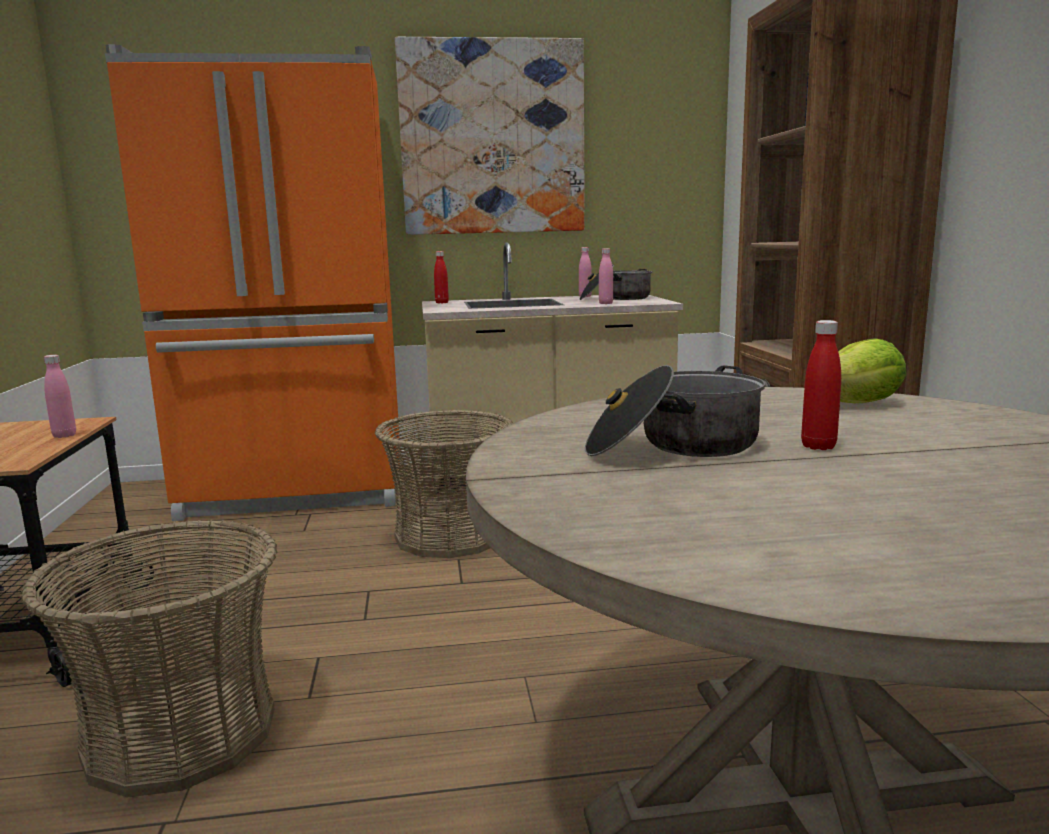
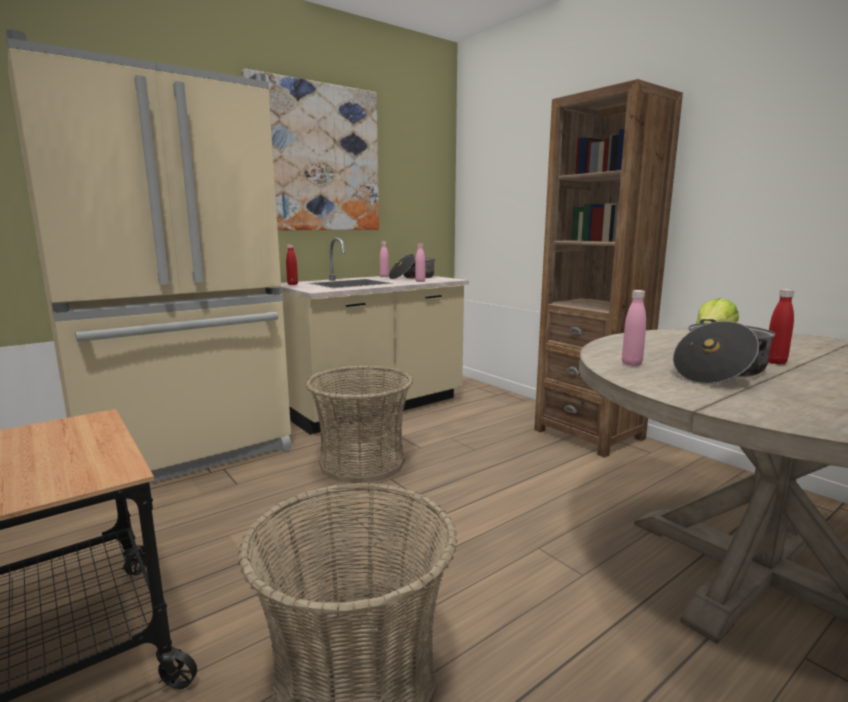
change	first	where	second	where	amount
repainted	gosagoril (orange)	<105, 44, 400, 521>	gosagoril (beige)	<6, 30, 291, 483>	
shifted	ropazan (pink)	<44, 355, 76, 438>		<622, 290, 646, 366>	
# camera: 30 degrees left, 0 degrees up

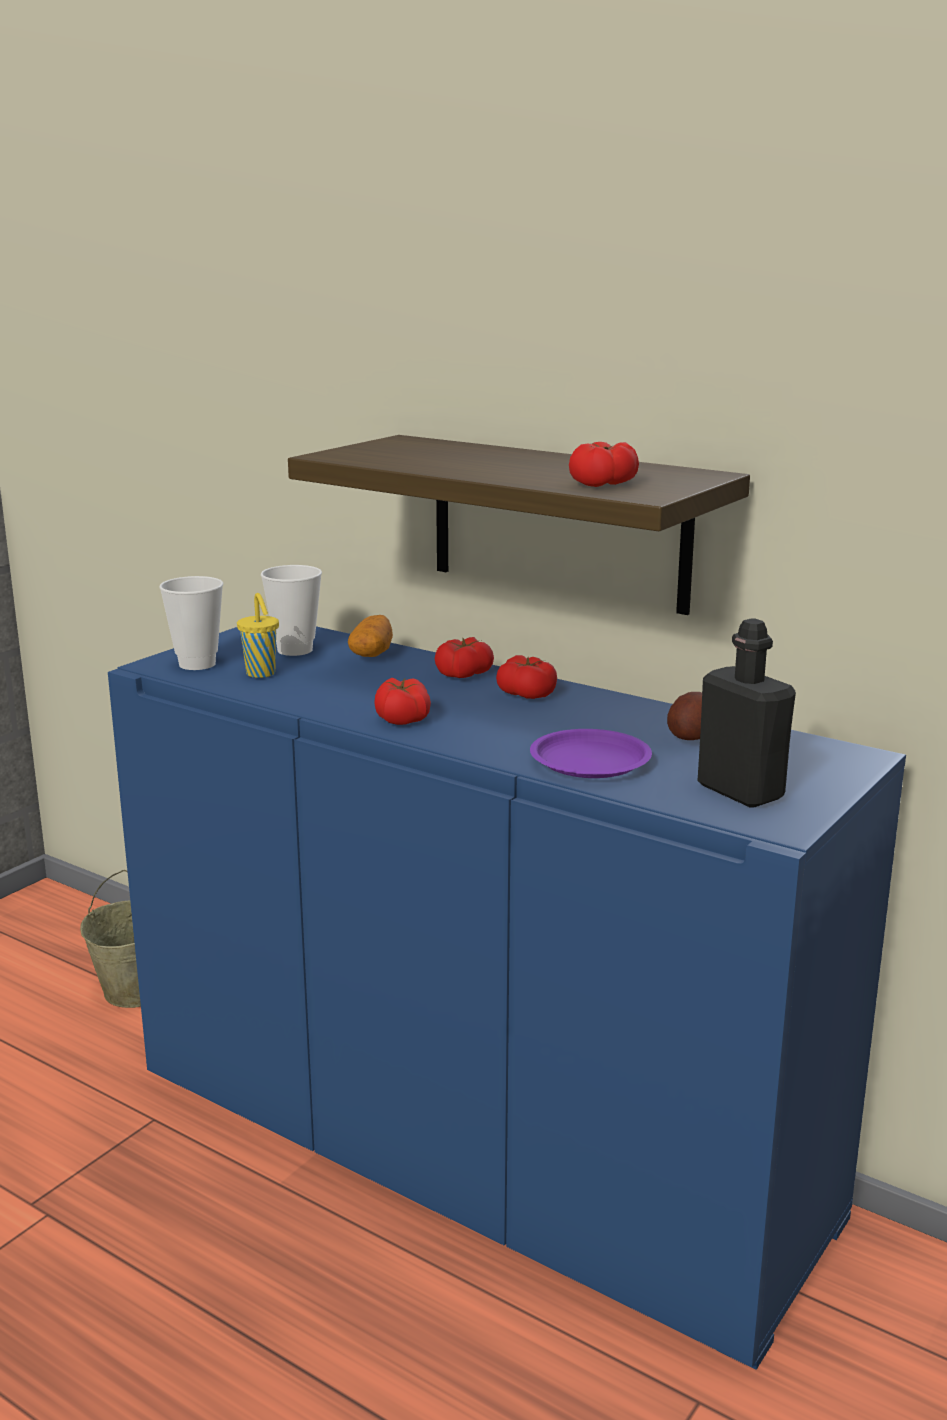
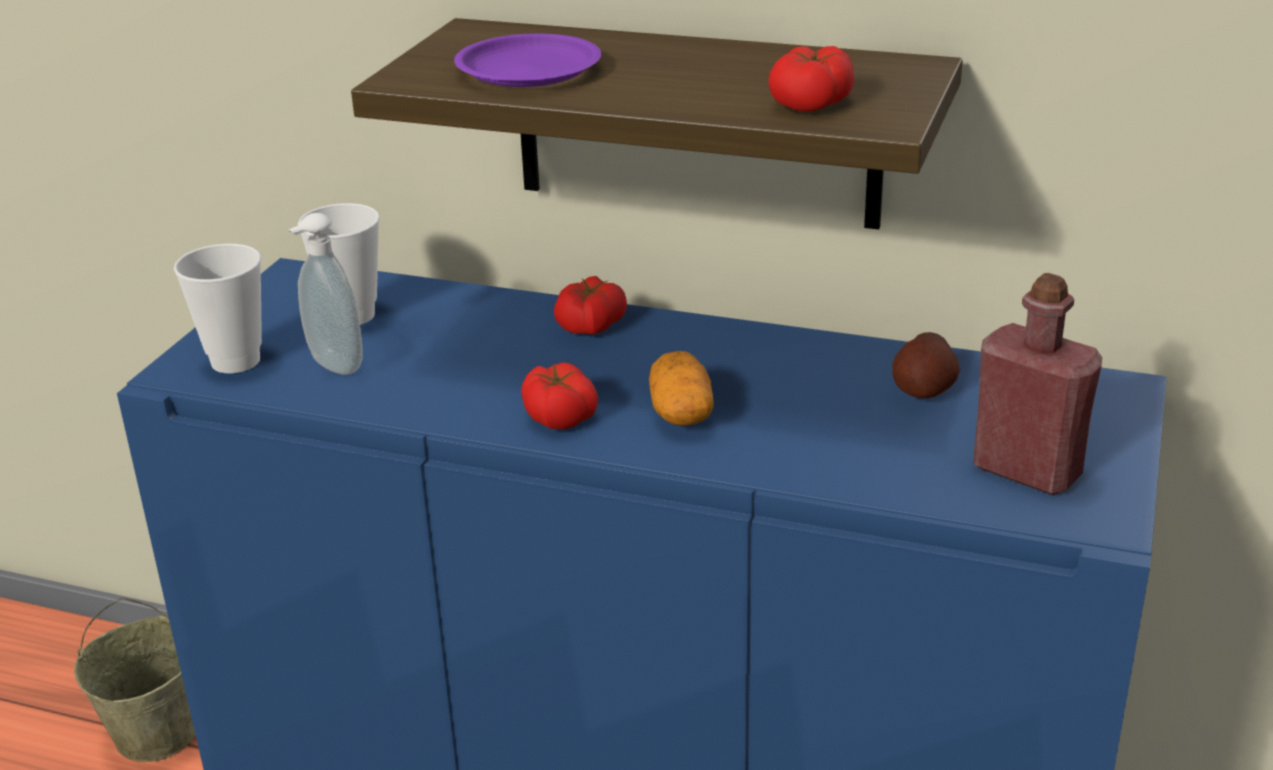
change	first	where	second	where	amount
swapped	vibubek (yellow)	<237, 593, 279, 678>	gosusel	<288, 213, 362, 375>	
shifted	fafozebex	<348, 615, 393, 657>		<649, 351, 714, 426>	
repainted	ropazan (black)	<698, 618, 796, 808>	ropazan (red)	<973, 273, 1102, 495>	
gone	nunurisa	<496, 655, 557, 699>			
shifted	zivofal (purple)	<530, 729, 652, 778>		<454, 33, 601, 87>	
# camera: 15 degrees left, 10 degrees up

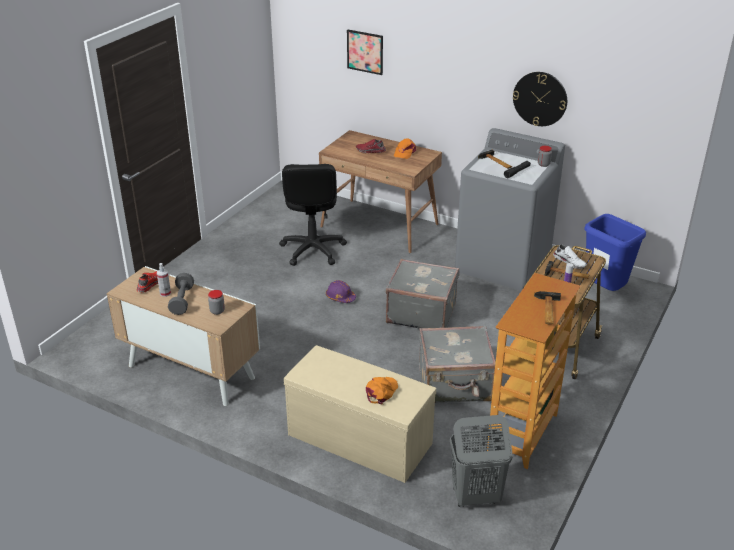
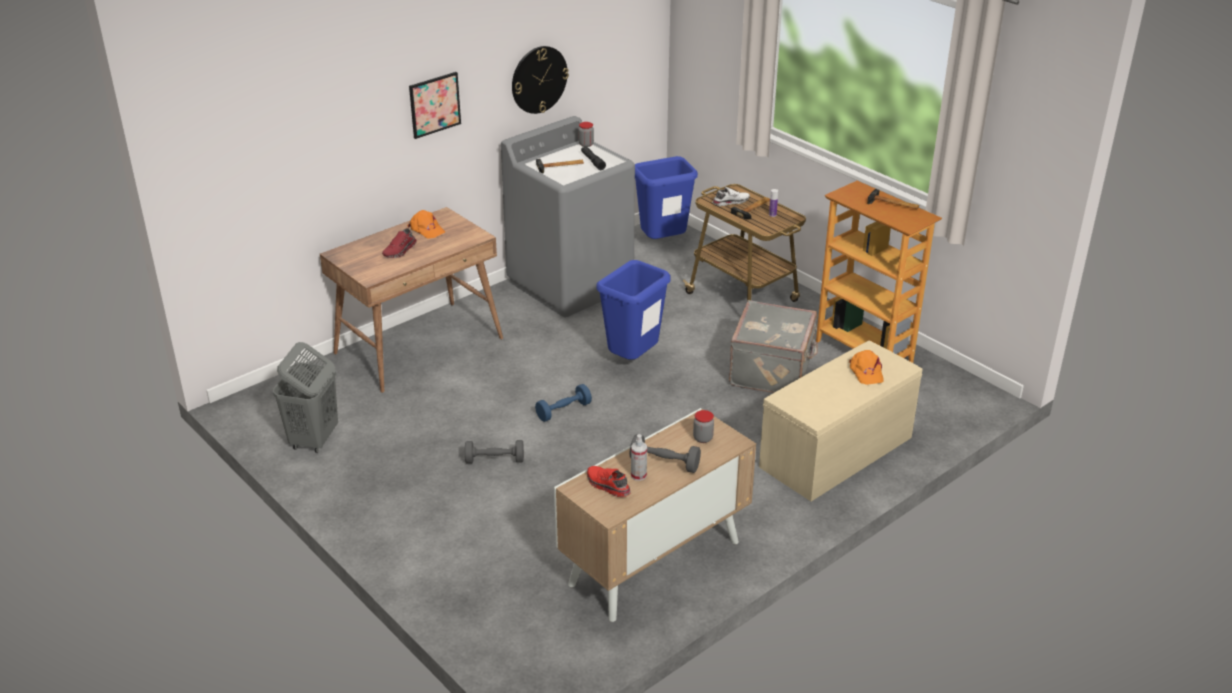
change	first	where	second	where	amount
shifted	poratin	<347, 30, 383, 75>		<409, 72, 461, 139>	
gone	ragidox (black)	<279, 164, 347, 266>			
swapped	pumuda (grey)	<386, 259, 459, 329>	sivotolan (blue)	<596, 260, 671, 360>	
swapped	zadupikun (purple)	<326, 280, 356, 303>	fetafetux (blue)	<535, 384, 592, 422>	
rotated	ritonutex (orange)	<366, 377, 398, 404>		<849, 350, 883, 385>	150 degrees counterclockwise
shifted	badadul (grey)	<450, 415, 513, 507>		<273, 342, 338, 453>	
new			fetafetux (grey)	<465, 440, 524, 464>	
# camera: 70 degrees left, 0 degrees up

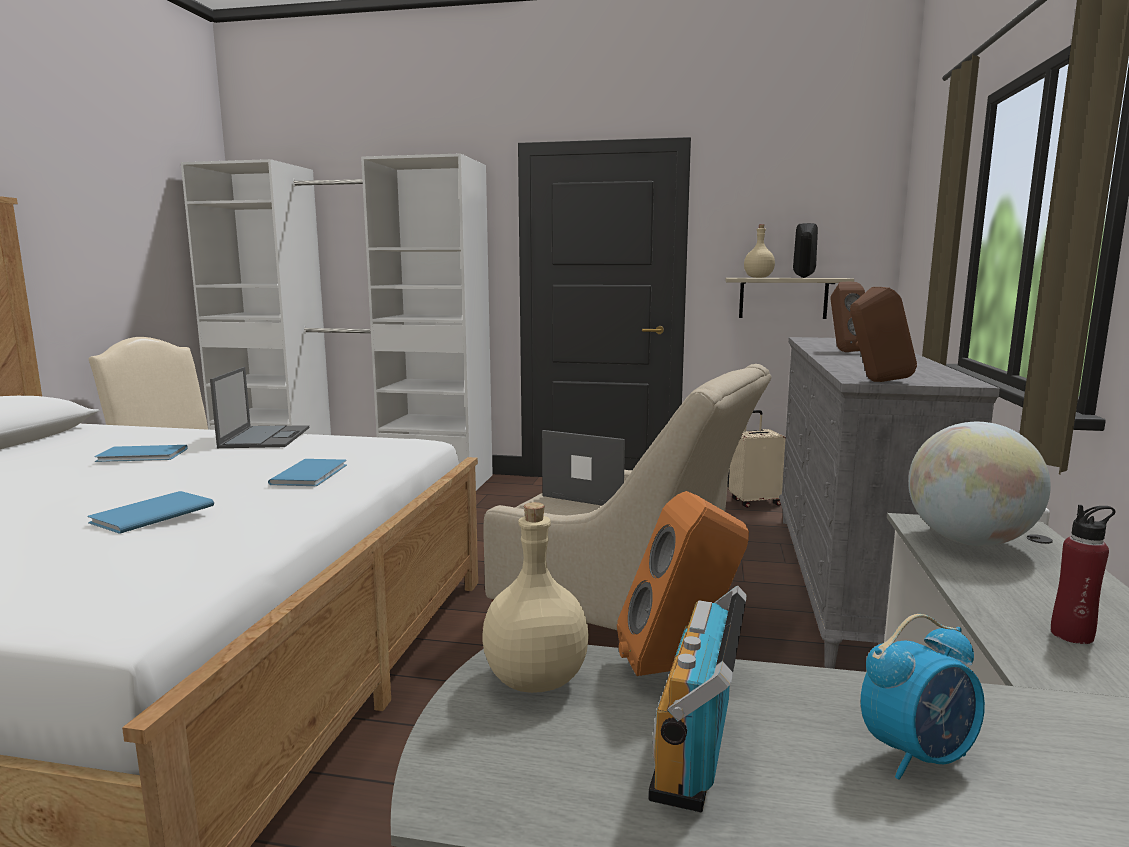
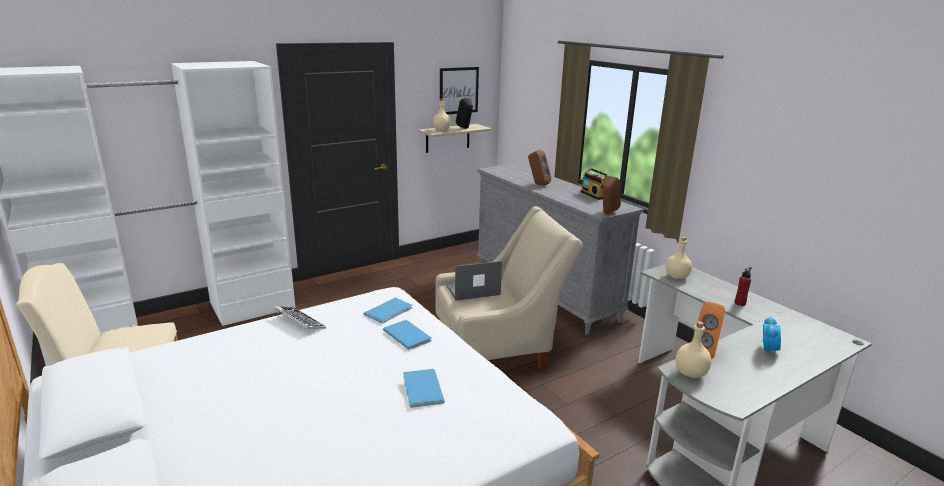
change	first	where	second	where	amount
swapped	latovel	<210, 367, 309, 448>	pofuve	<274, 306, 326, 329>	
gone	pumuda (beige)	<729, 410, 786, 508>			
swapped	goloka	<908, 422, 1051, 546>	ropazan (beige)	<666, 237, 692, 279>	
shifted	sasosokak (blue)	<94, 445, 188, 462>		<364, 298, 412, 324>	
shifted	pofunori	<648, 586, 747, 812>		<581, 168, 609, 200>	
new			poratin	<440, 67, 479, 115>	
# camera: 45 degrees left, 10 degrees up

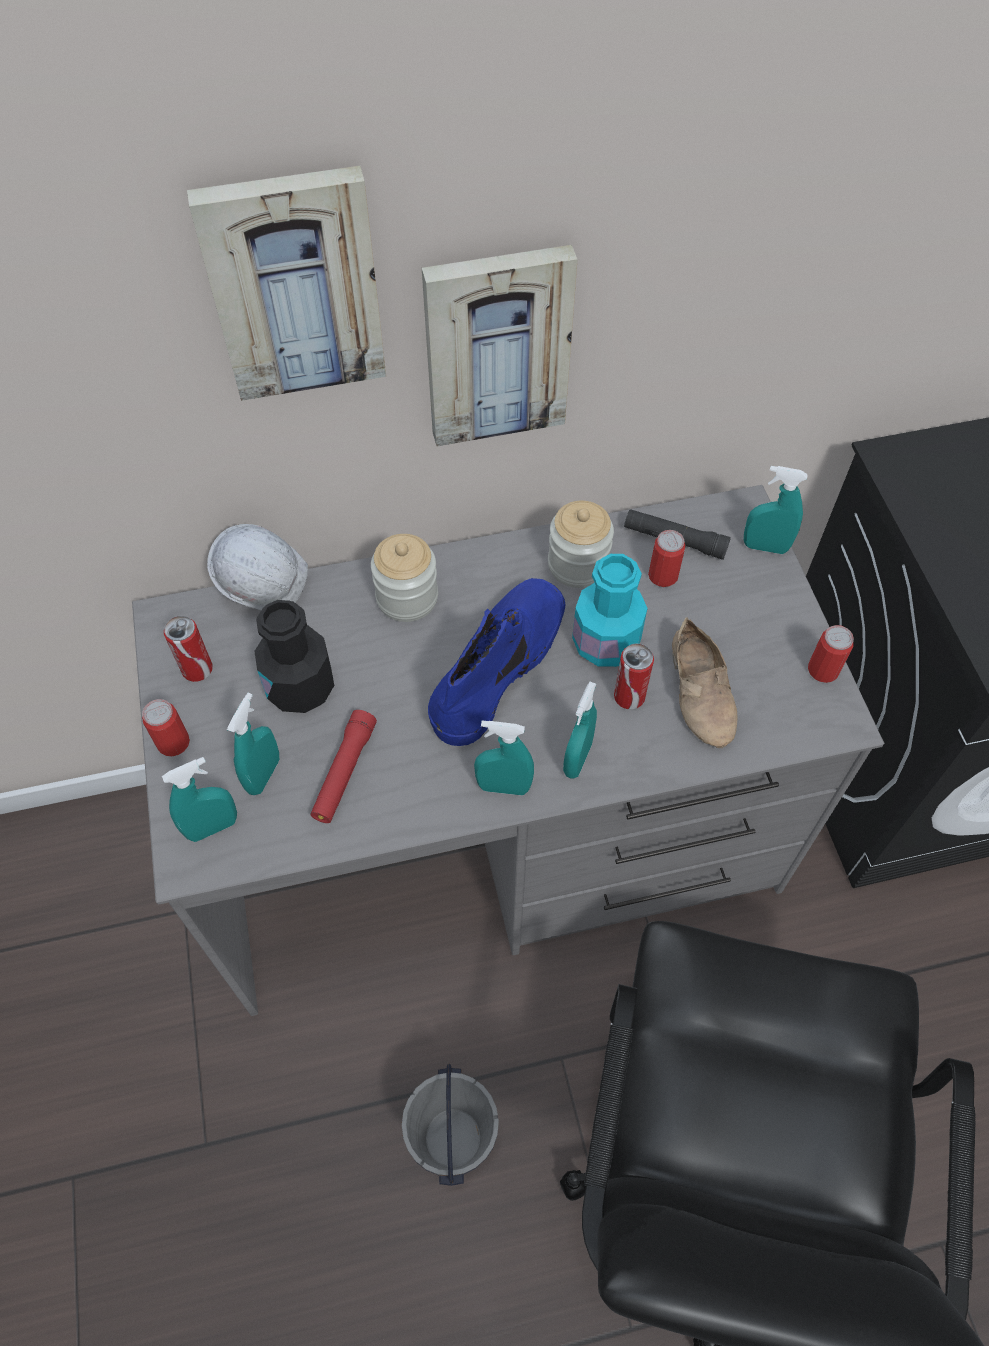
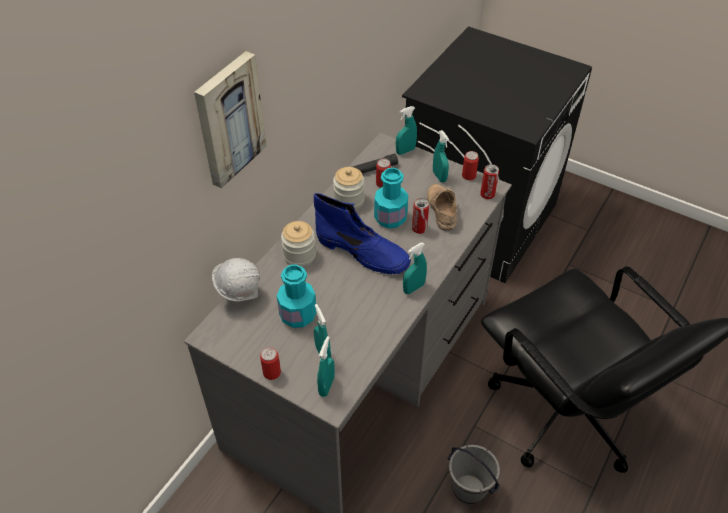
change	first	where	second	where	amount
gone	poratin	<422, 245, 578, 446>			
rotated	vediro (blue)	<428, 578, 565, 746>		<314, 193, 411, 274>	135 degrees clockwise
repainted	ropazan (black)	<254, 600, 334, 713>	ropazan (turquoise)	<277, 264, 316, 328>	
shifted	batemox	<164, 616, 213, 682>		<480, 164, 499, 199>	
rotated	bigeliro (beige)	<672, 617, 738, 748>		<427, 184, 457, 231>	135 degrees counterclockwise
shifted	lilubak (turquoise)	<563, 682, 597, 778>		<433, 130, 449, 183>	
gone	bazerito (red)	<310, 710, 377, 823>			
# camera: 45 degrees left, 10 degrees down

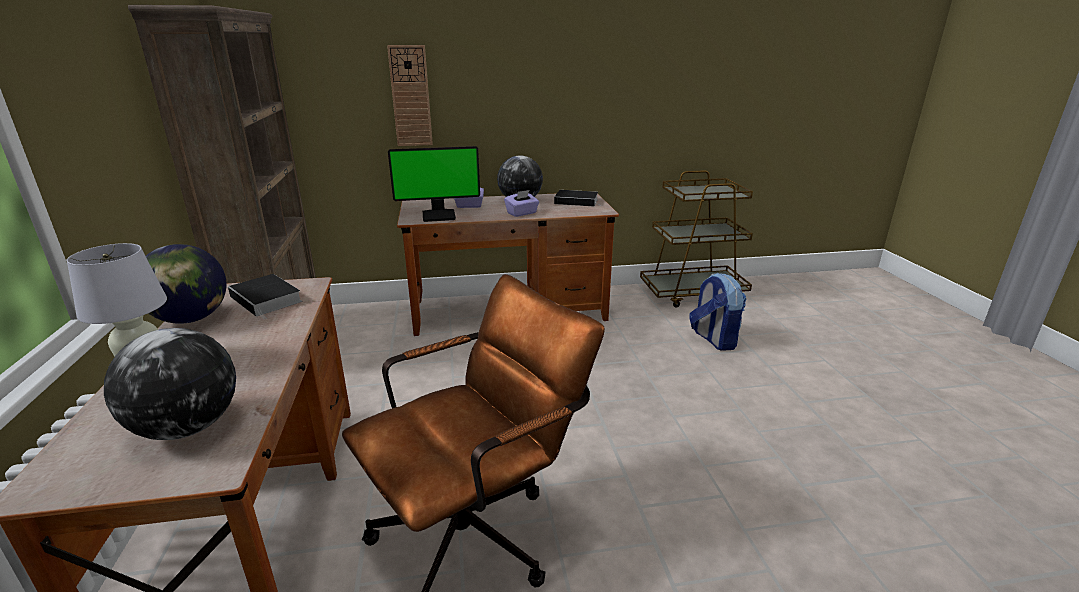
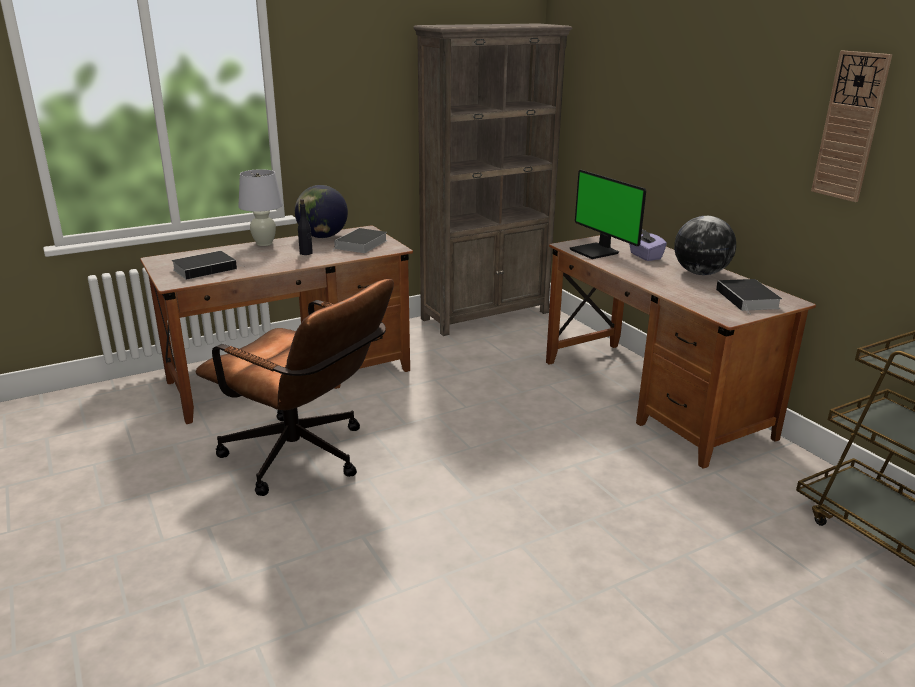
change	first	where	second	where	amount
shifted	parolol	<387, 45, 433, 146>		<811, 51, 892, 202>	
gone	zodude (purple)	<504, 190, 539, 217>			
gone	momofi	<689, 273, 747, 351>			
swapped	goloka	<104, 328, 236, 440>	sasosokak	<171, 251, 243, 280>	
new			ropazan (black)	<298, 199, 313, 255>	
# camera: 70 degrees right, 0 degrees up

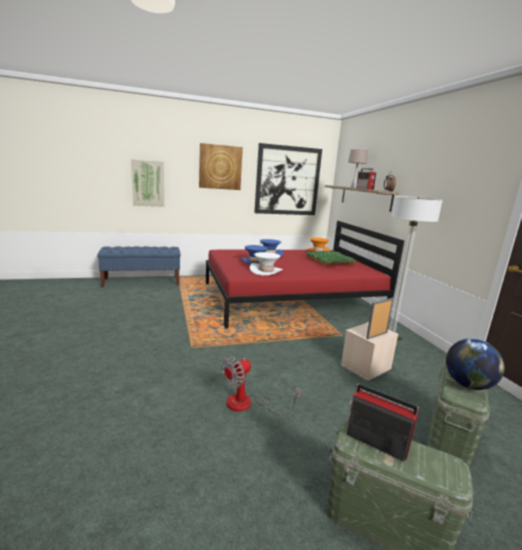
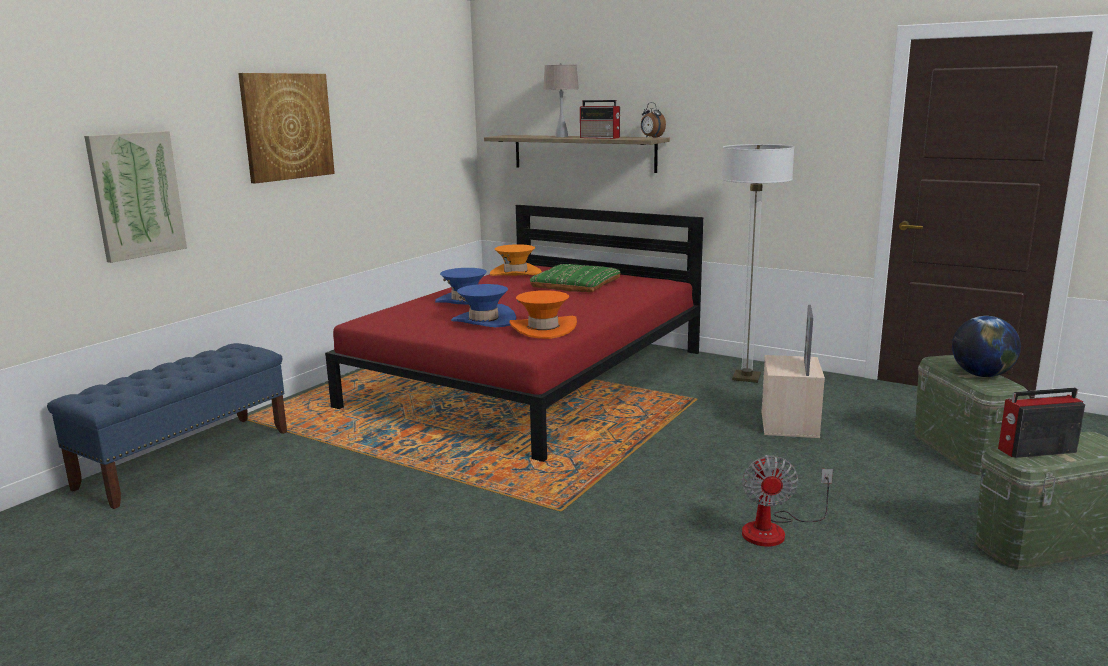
change	first	where	second	where	amount
gone	poratin	<254, 143, 322, 215>			
repainted	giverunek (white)	<250, 252, 283, 275>	giverunek (orange)	<510, 290, 577, 339>	
# camera: 40 degrees left, 0 degrees up

